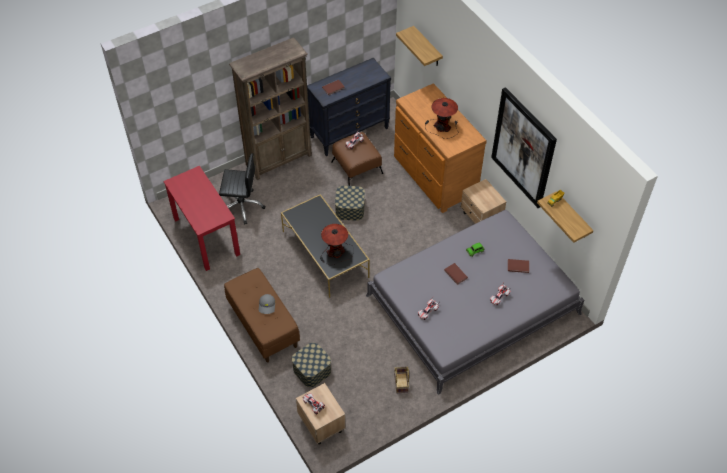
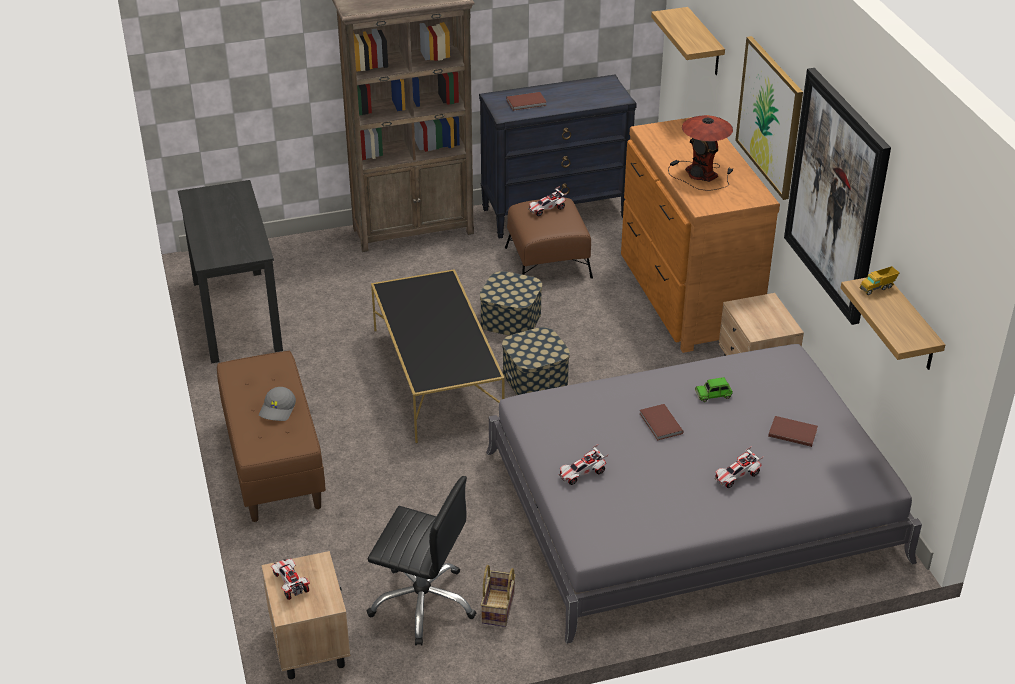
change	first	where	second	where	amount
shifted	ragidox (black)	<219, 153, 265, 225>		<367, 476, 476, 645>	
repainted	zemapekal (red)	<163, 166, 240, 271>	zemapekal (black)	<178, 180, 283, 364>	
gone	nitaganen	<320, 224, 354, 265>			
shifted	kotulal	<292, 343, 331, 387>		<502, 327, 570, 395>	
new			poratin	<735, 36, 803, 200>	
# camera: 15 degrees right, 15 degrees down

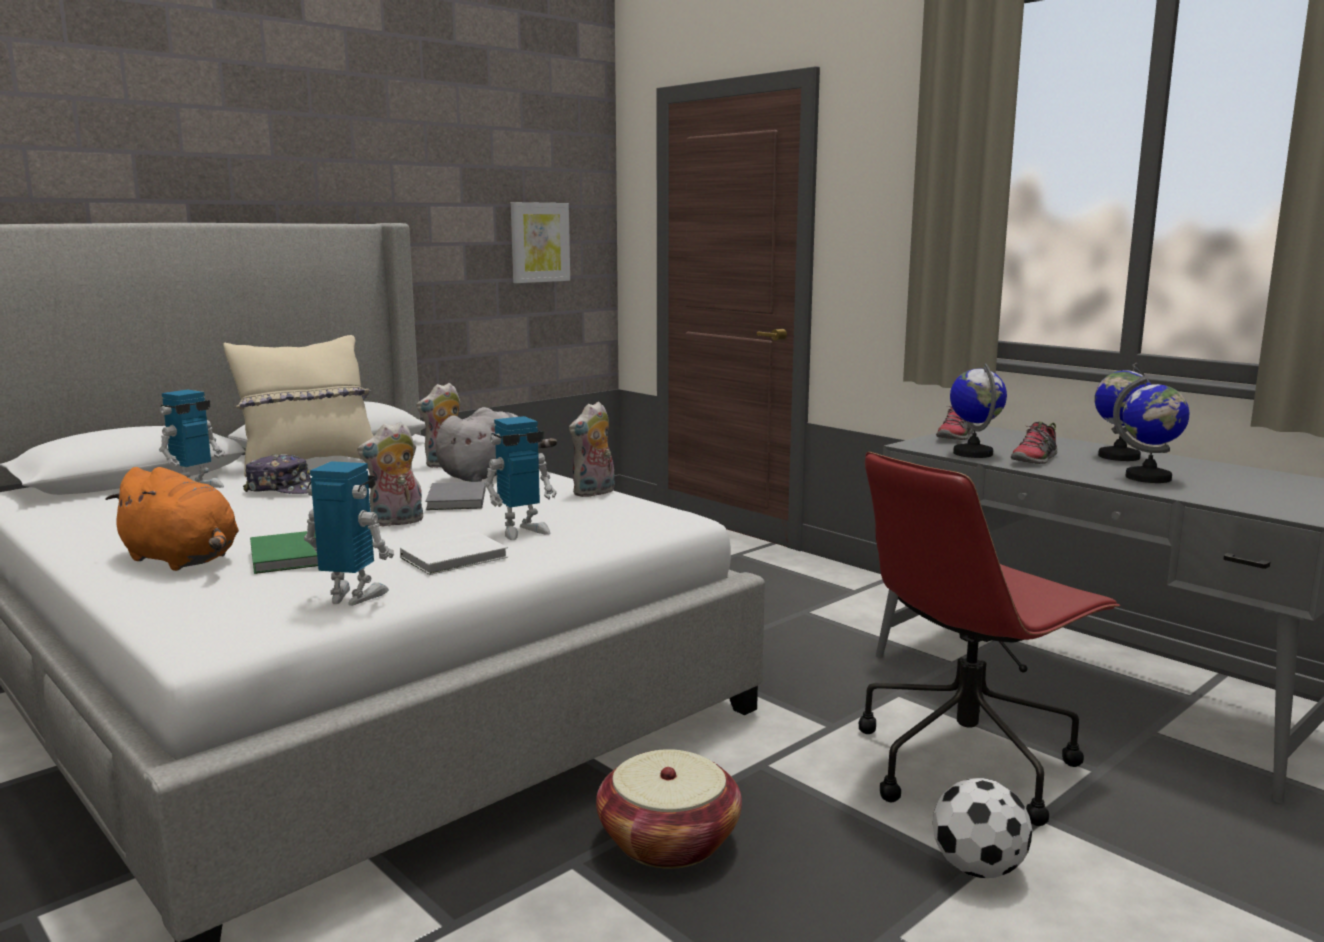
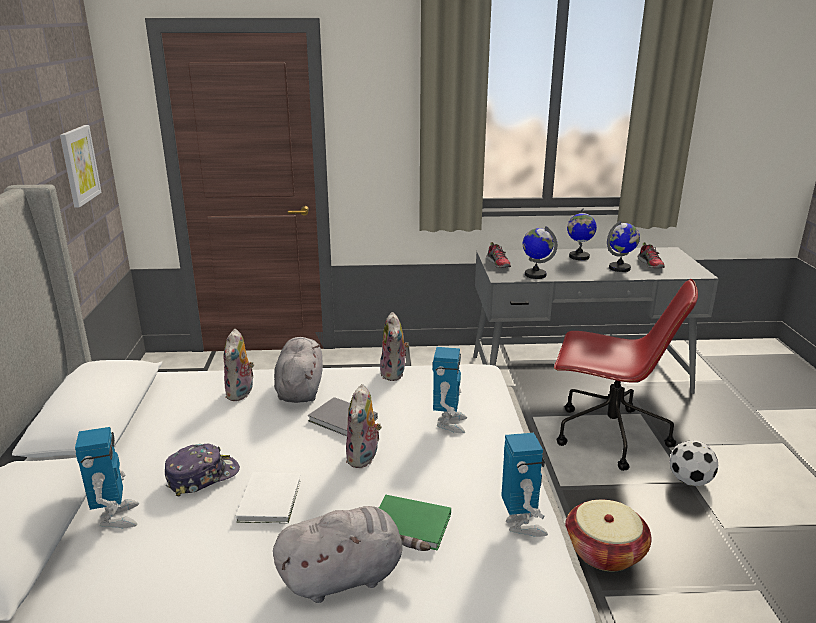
change	first	where	second	where	amount
gone	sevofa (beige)	<223, 335, 374, 477>			
shifted	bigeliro	<1011, 421, 1058, 464>		<638, 242, 665, 268>	
rotated	ragidox (red)	<859, 452, 1120, 826>		<554, 279, 698, 471>	75 degrees counterclockwise
rotated	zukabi	<304, 461, 394, 606>		<501, 433, 548, 537>	120 degrees clockwise
repainted	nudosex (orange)	<105, 467, 239, 571>	nudosex (grey)	<273, 506, 431, 603>	
shifted	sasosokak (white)	<400, 532, 508, 575>		<236, 472, 301, 524>	
# camera: 50 degrees left, 10 degrees up

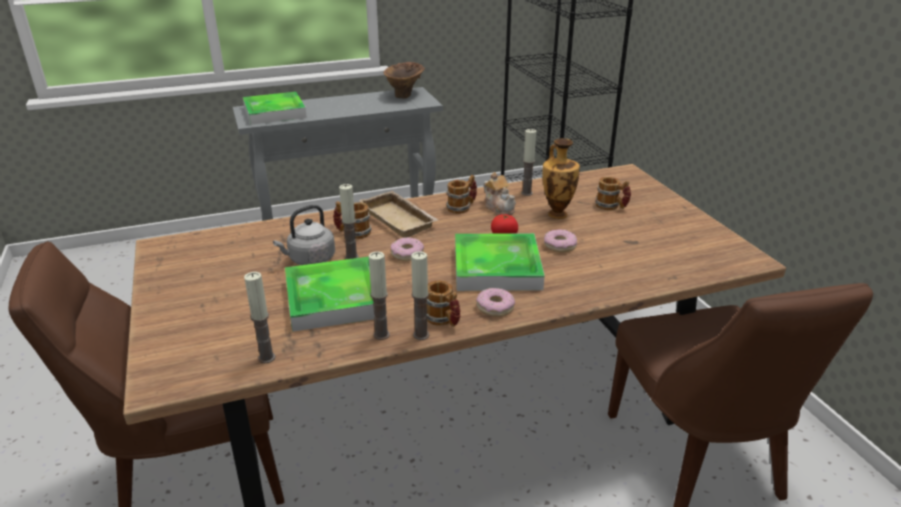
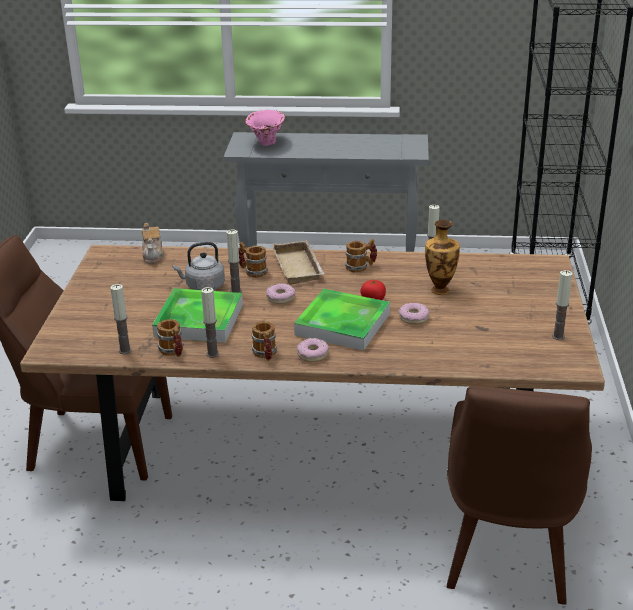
change	first	where	second	where	amount
gone	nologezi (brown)	<384, 62, 425, 98>			
swapped	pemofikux	<243, 92, 307, 125>	nologezi (pink)	<245, 110, 285, 146>	
shifted	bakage	<484, 172, 516, 215>		<142, 223, 165, 264>	
shifted	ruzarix	<595, 177, 631, 210>		<157, 319, 184, 357>	
shifted	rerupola	<411, 251, 429, 340>		<552, 270, 572, 340>	
# camera: 25 degrees right, 0 degrees up

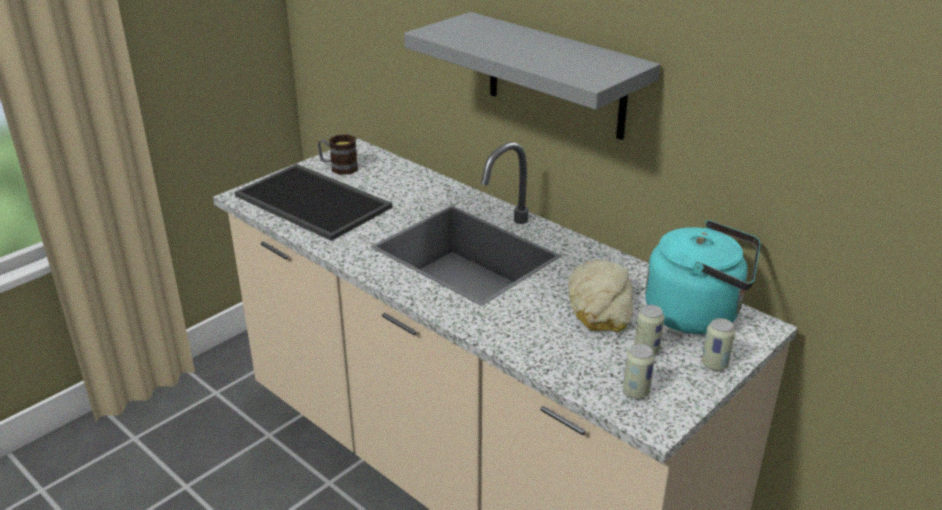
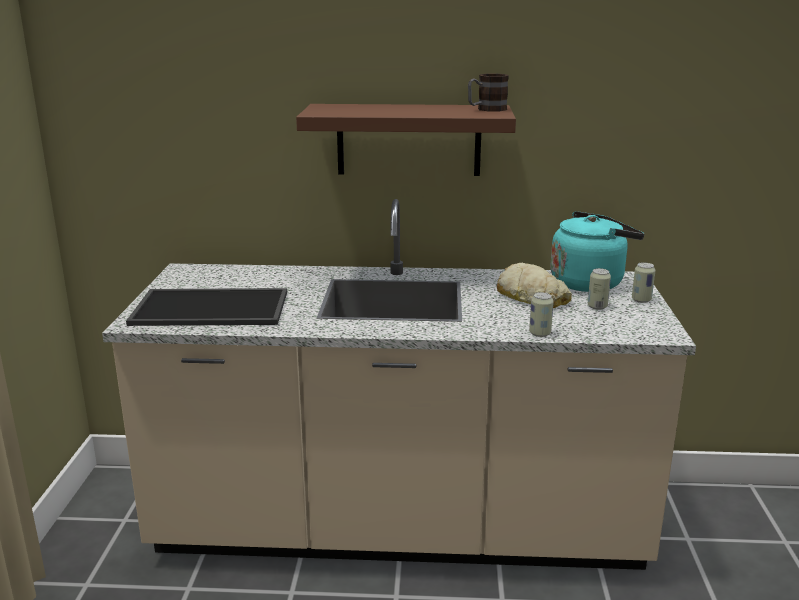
change	first	where	second	where	amount
repainted	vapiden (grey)	<404, 12, 660, 140>	vapiden (brown)	<296, 104, 516, 176>	
shifted	ruzarix	<318, 134, 358, 175>		<468, 74, 509, 112>	
shifted	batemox	<623, 344, 655, 398>		<529, 292, 554, 337>	
# camera: 40 degrees left, 10 degrees down

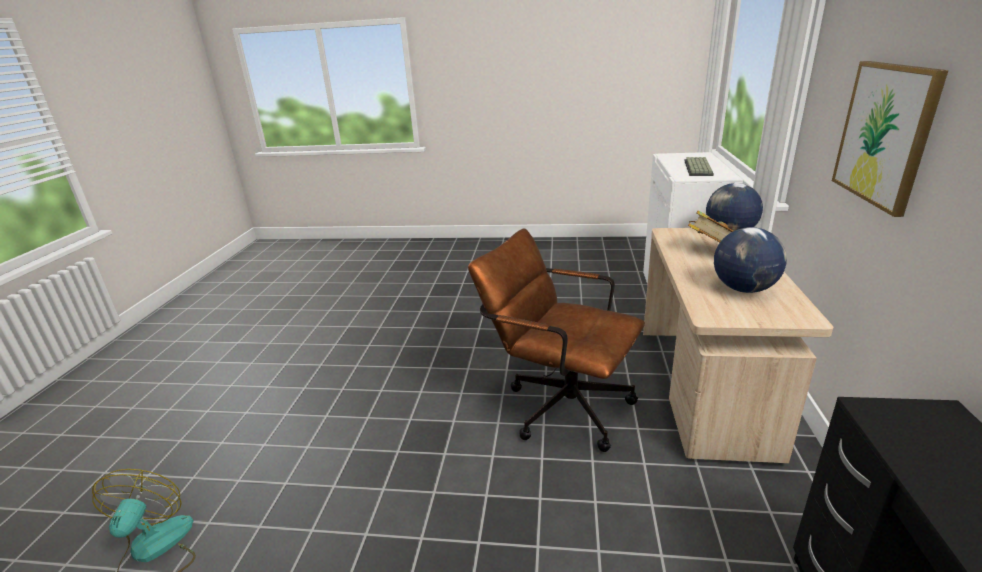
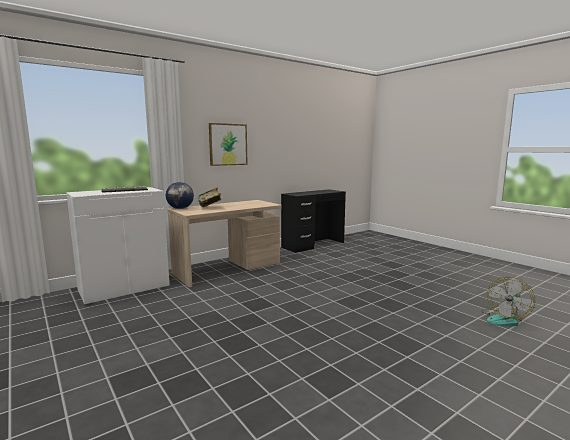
change	first	where	second	where	amount
gone	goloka	<714, 227, 787, 293>			
gone	ragidox (brown)	<468, 228, 645, 452>			
# camera: 135 degrees left, 15 degrees down

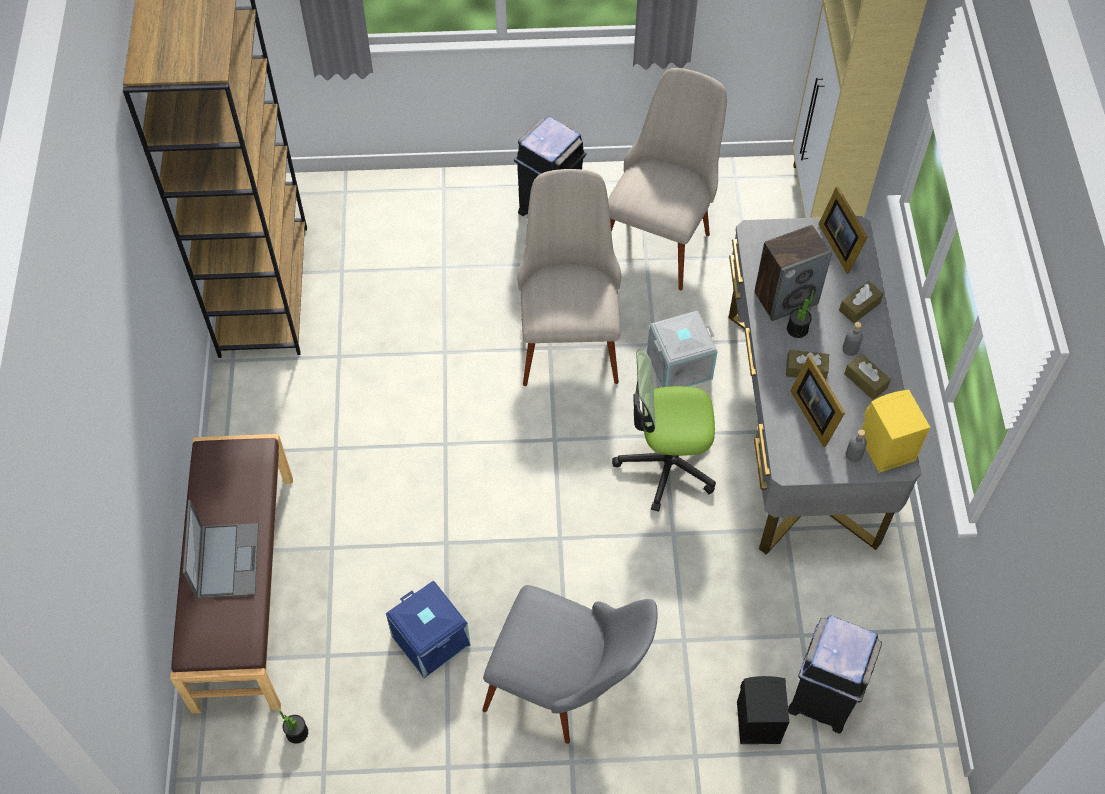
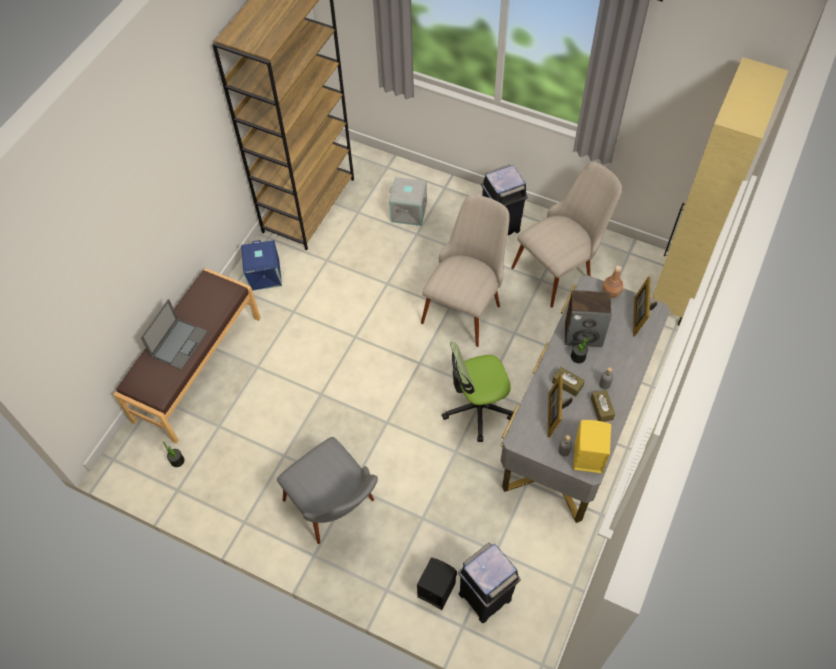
change	first	where	second	where	amount
gone	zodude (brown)	<839, 281, 883, 323>			
shifted	kotulal (grey)	<647, 310, 718, 387>		<389, 177, 427, 226>	
rotated	ragidox	<612, 350, 716, 512>		<442, 342, 514, 442>	45 degrees counterclockwise
shifted	kotulal (blue)	<386, 581, 471, 678>		<241, 240, 282, 291>	
new			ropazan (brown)	<602, 266, 624, 298>	
# camera: 30 degrees right, 0 degrees up

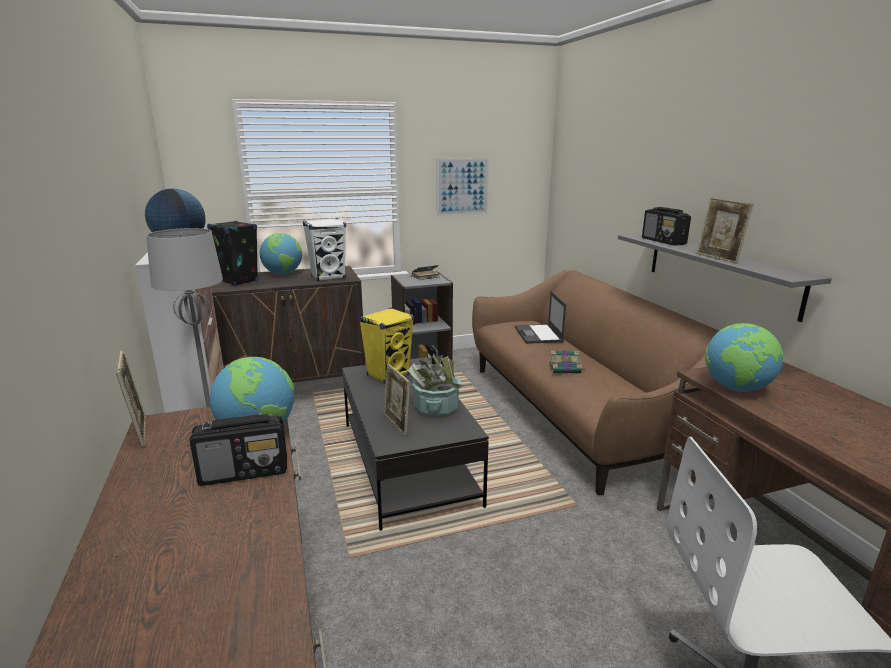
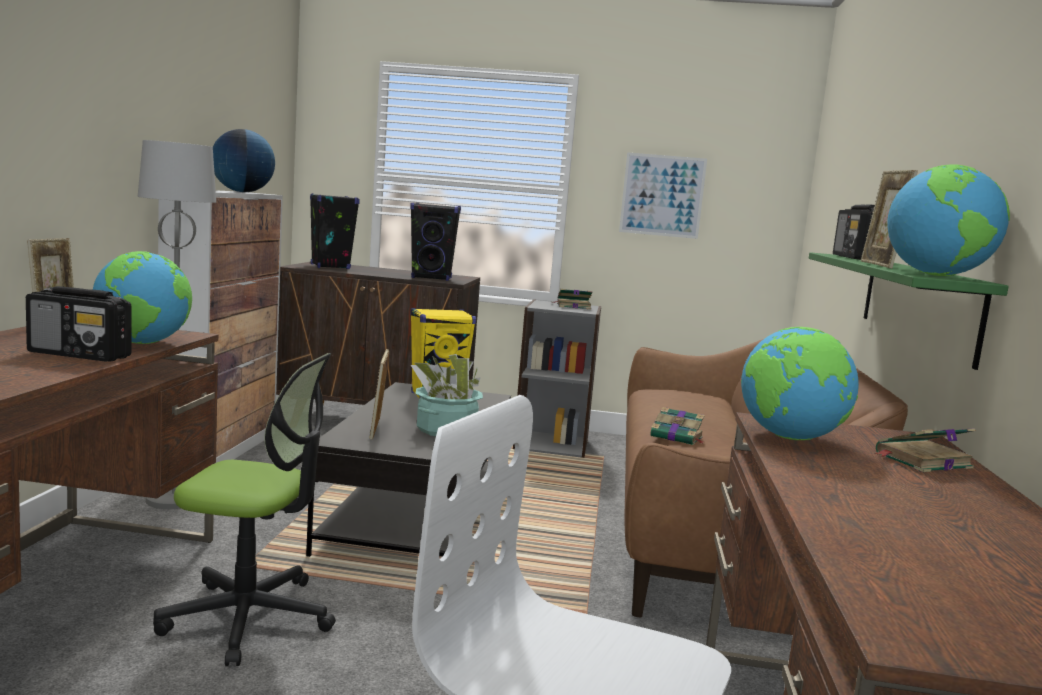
change	first	where	second	where	amount
repainted	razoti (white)	<303, 218, 346, 281>	razoti (black)	<410, 203, 461, 281>	
shifted	goloka	<260, 233, 302, 275>		<887, 165, 1010, 276>	
repainted	vapiden (grey)	<618, 233, 832, 322>	vapiden (green)	<809, 252, 1009, 370>	
gone	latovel	<515, 291, 566, 344>			
new			ragidox	<153, 353, 336, 666>	
new			sasosokak	<874, 428, 976, 472>	
# camera: 25 degrees right, 10 degrees down

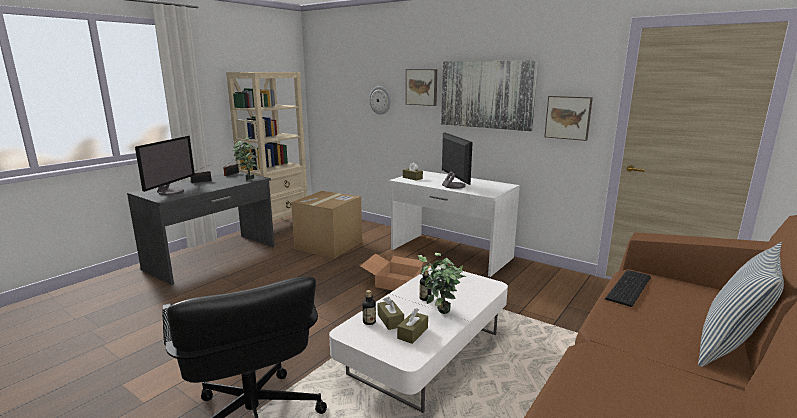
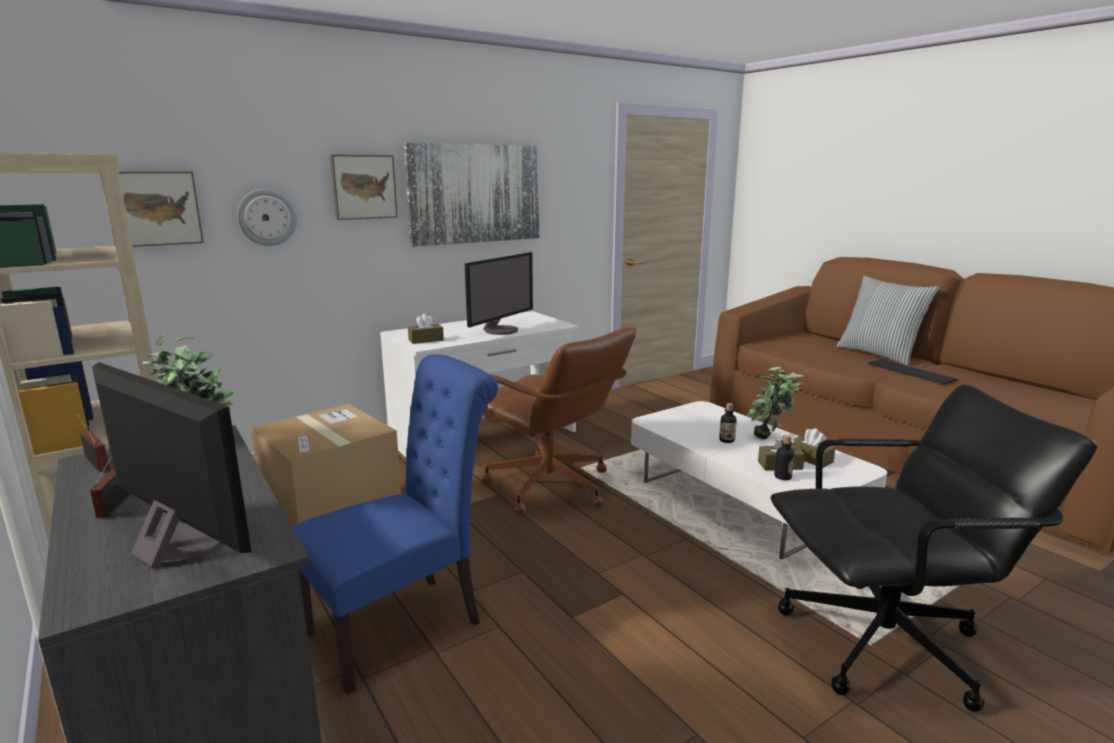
change	first	where	second	where	amount
shifted	poratin	<544, 96, 593, 141>		<119, 172, 204, 247>	
rotated	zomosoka	<442, 132, 473, 189>		<465, 252, 533, 335>	120 degrees clockwise
swapped	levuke	<361, 253, 431, 291>	ragidox (brown)	<483, 327, 636, 515>	
shifted	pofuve	<605, 270, 651, 307>		<868, 359, 958, 385>	
new			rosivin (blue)	<292, 354, 498, 695>	
# camera: 70 degrees left, 0 degrees up

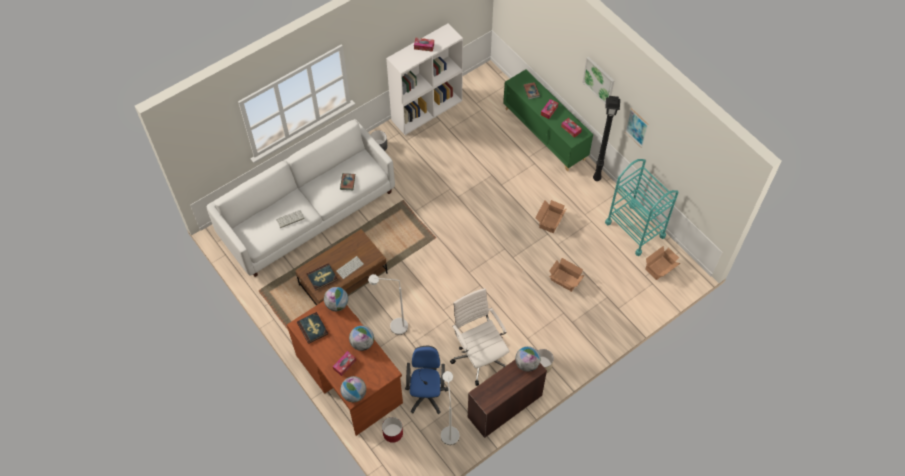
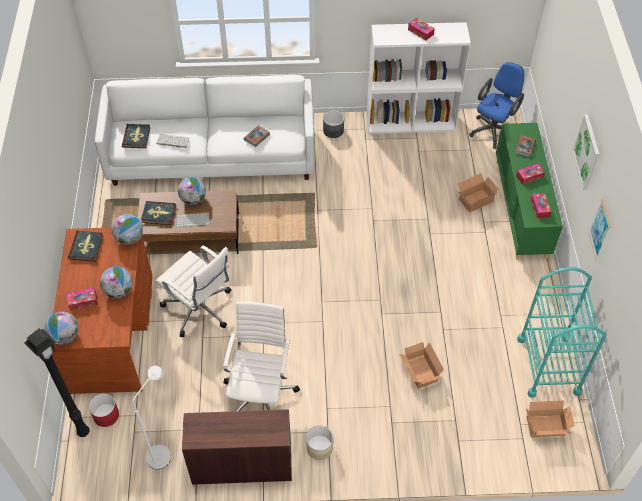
change	first	where	second	where	amount
shifted	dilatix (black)	<593, 96, 620, 181>		<24, 328, 90, 437>	
shifted	levuke	<535, 200, 567, 233>		<457, 173, 499, 212>	
swapped	dilatix (white)	<368, 274, 408, 335>	ragidox (white)	<156, 245, 231, 337>	
shifted	ragidox (blue)	<405, 346, 448, 414>		<469, 62, 524, 149>	
shifted	goloka	<515, 346, 540, 372>		<178, 177, 206, 205>	
new			sasosokak	<122, 124, 151, 148>	
# camera: 35 degrees right, 5 degrees down

